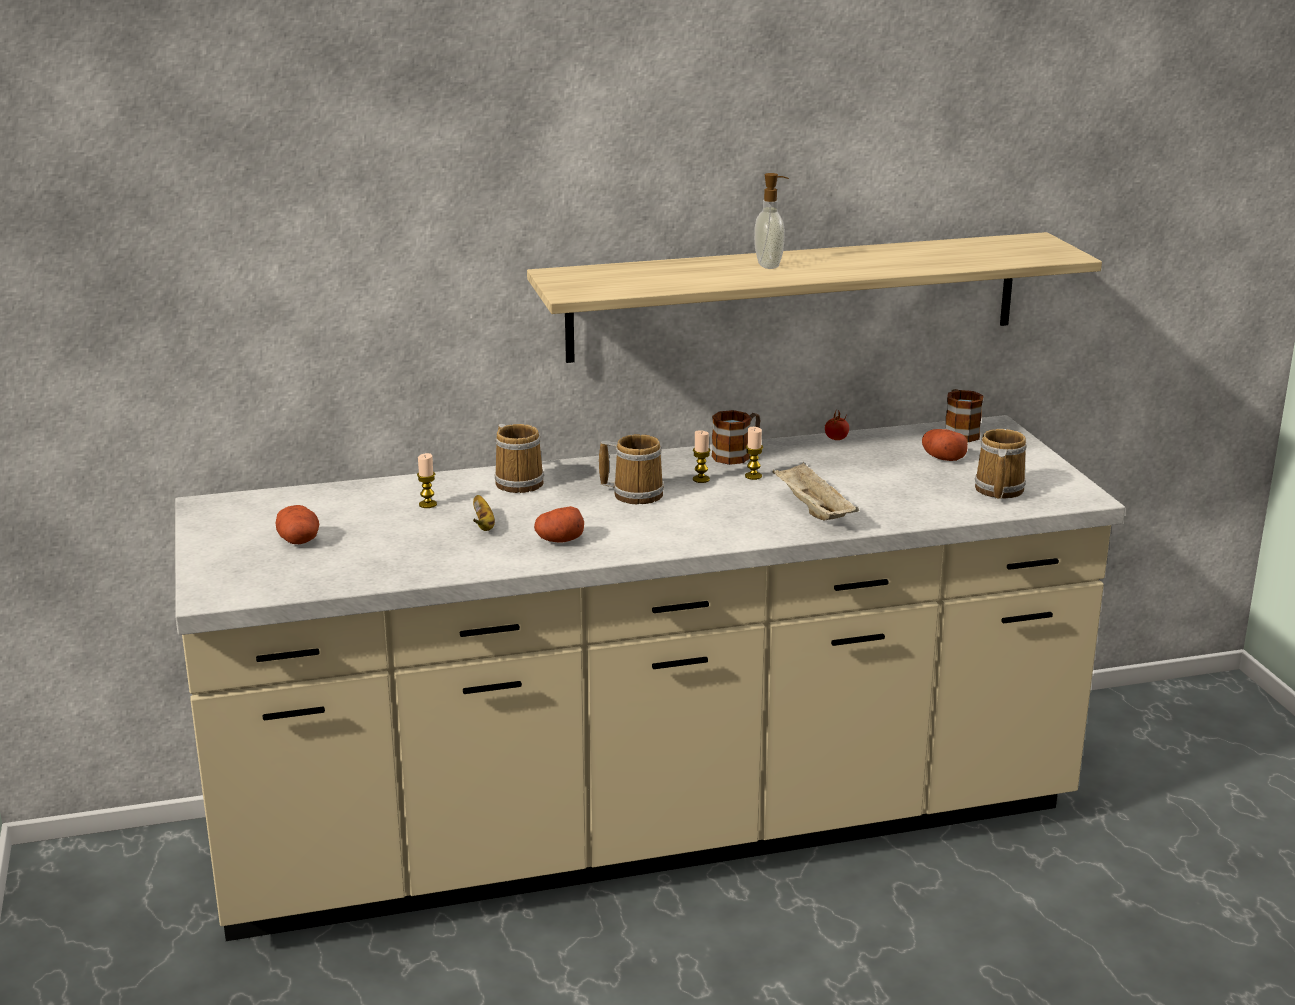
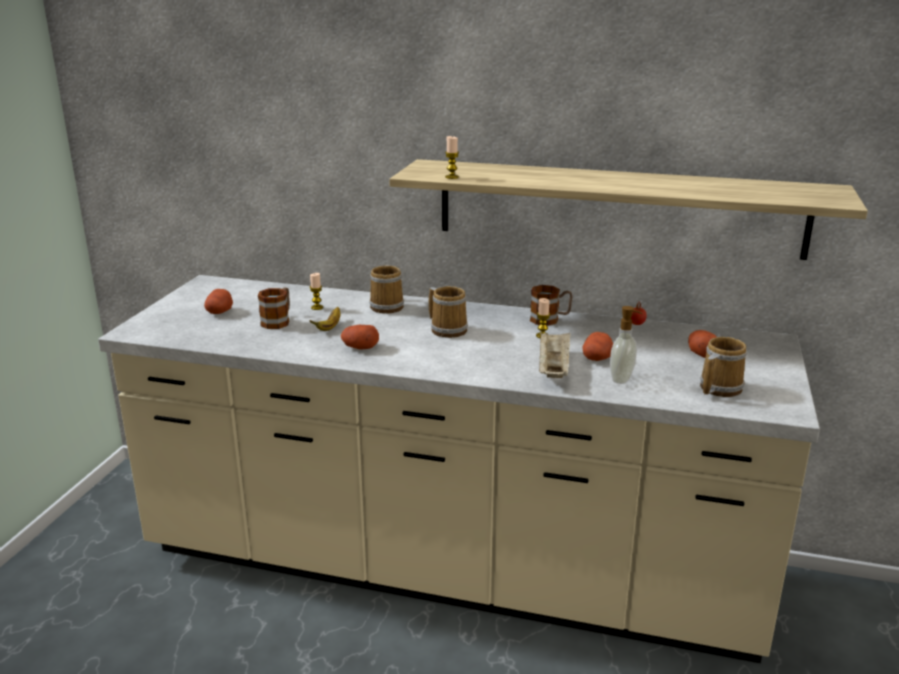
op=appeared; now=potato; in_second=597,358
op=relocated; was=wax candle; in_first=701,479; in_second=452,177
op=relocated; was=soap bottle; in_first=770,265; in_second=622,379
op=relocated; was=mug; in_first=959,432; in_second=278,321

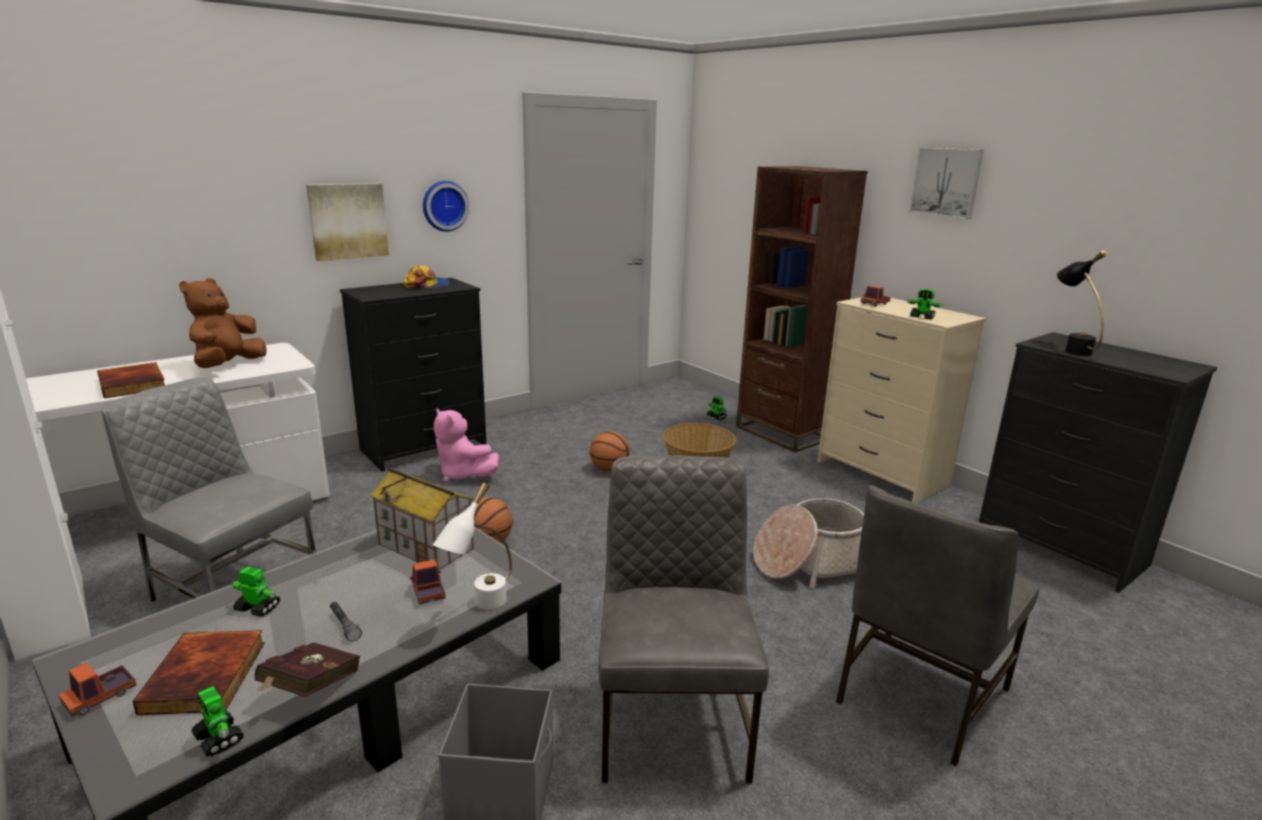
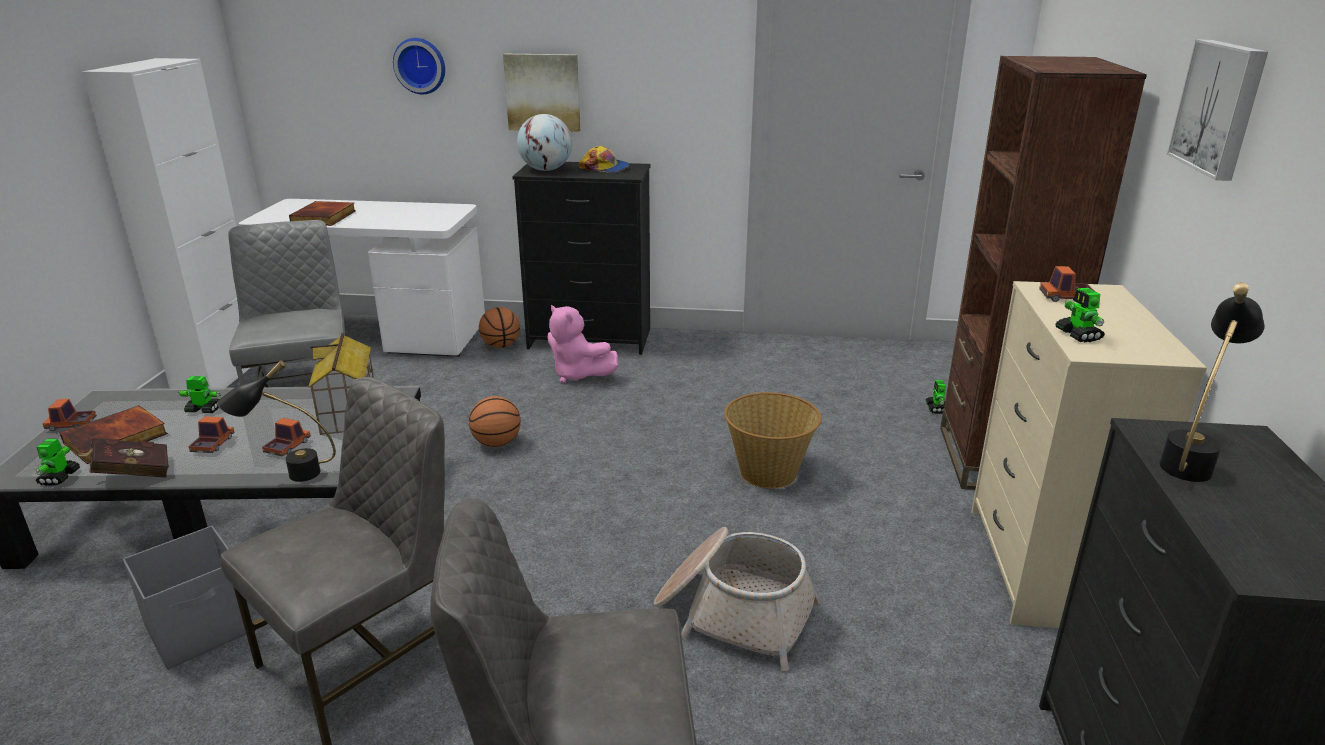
op=missing; was=plush toy (brown-coloured); in_first=228,366
op=appeared; now=globe; in_second=546,170
op=relocated; was=clock on the wall; in_first=444,206; in_second=420,65
op=relocated; was=basketball; in_first=609,469; in_second=501,346
op=exchanged; was=hand torch (greyish); now=toy truck; in_first=344,625; in_second=213,444
op=colour; was=tabletop lamp (white); now=tabletop lamp (black); in_first=480,608; in_second=289,475
op=spun; was=model robot; in_first=257,608; in_second=203,409; clockwise=-60
op=spun; was=plush toy (pink-coloured); in_first=463,474; in_second=578,375; clockwise=-45

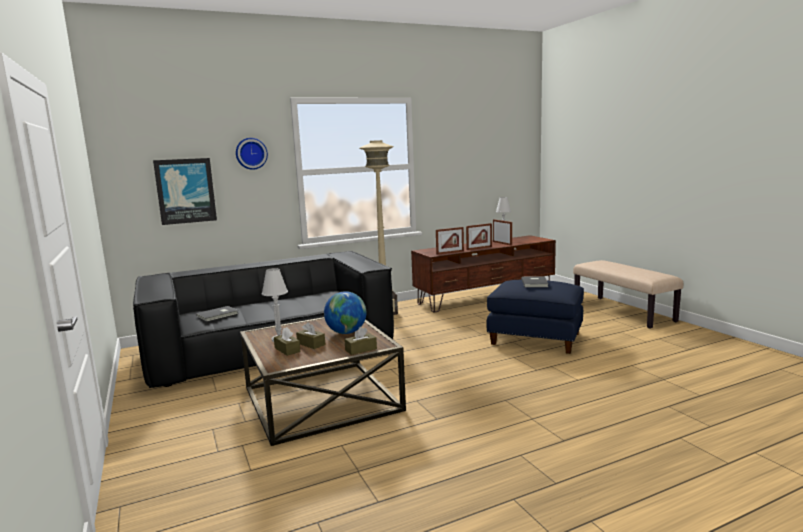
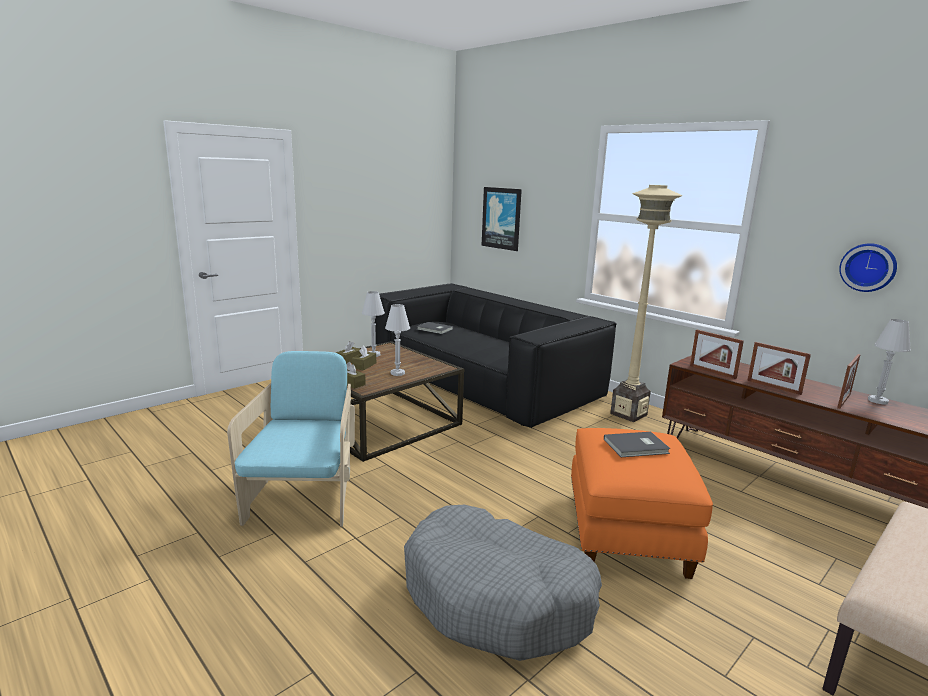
op=appeared; now=lounge chair (blue-green); in_second=304,497
op=appeared; now=pet bed (greyish); in_second=497,597
op=relocated; was=clock on the wall; in_first=251,153; in_second=868,267
op=exchanged; was=globe; now=tabletop lamp (white); in_first=346,332; in_second=397,373
op=colour; was=ottoman (blue); now=ottoman (orange); in_first=536,338; in_second=628,533

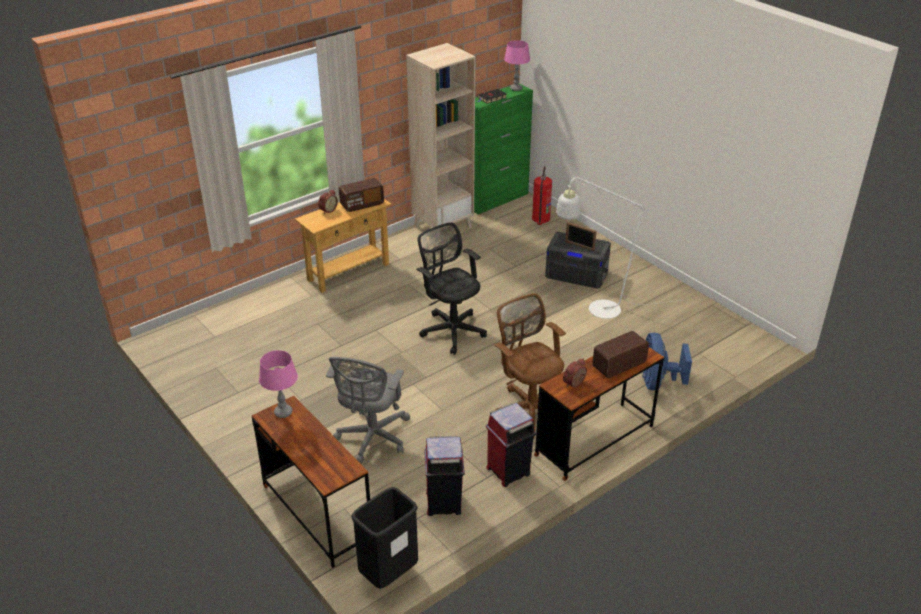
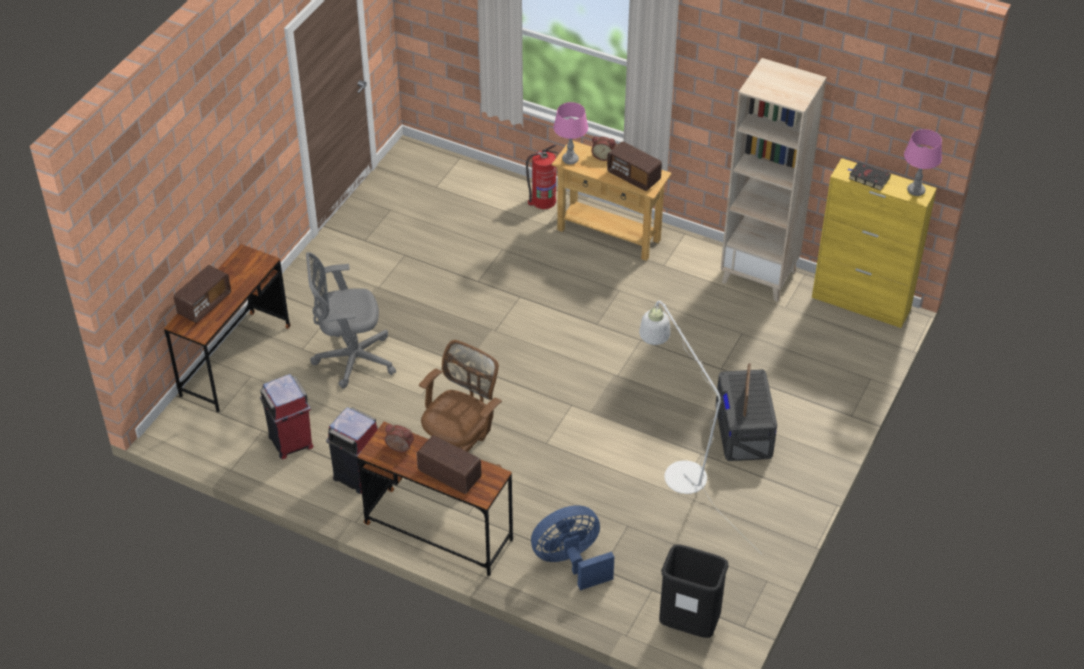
op=missing; was=office chair (black); in_first=451,329
op=appeared; now=radio receiver; in_second=204,304
op=relocated; was=tabletop lamp (pink-coloured); in_first=283,412; in_second=570,159
op=relocated; was=trash can (black); in_first=388,573; in_second=689,624
op=relocated; was=fire-fighting cylinder; in_first=540,219; in_second=543,201
op=colour; was=cabinet (green); now=cabinet (yellowish); in_first=497,200; in_second=861,303

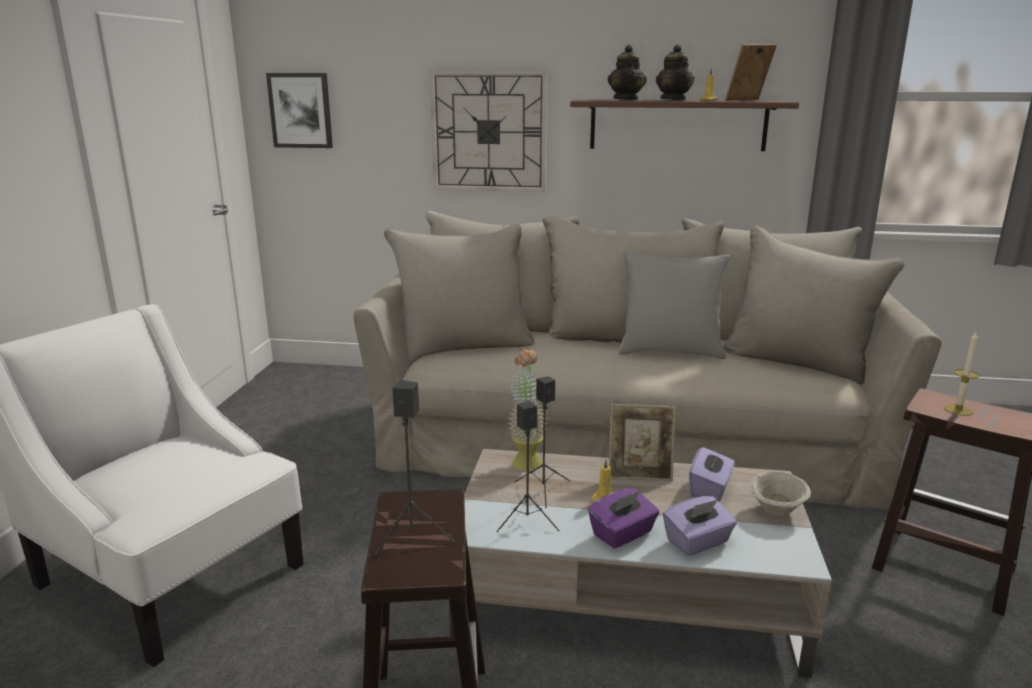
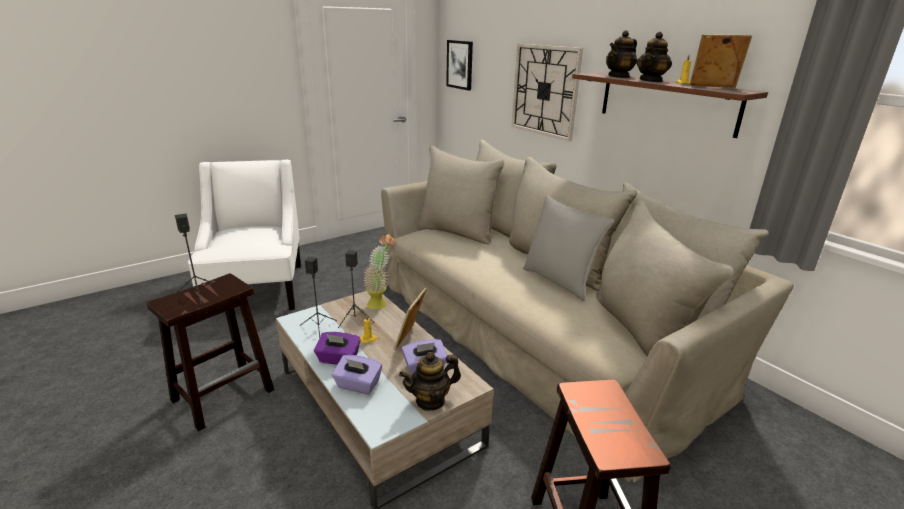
op=missing; was=wax candle; in_first=958,410
op=exchanged; was=serving bowl (sand-coloured); now=pot for tea; in_first=777,510; in_second=430,400
op=spun; was=picture frame; in_first=639,474; in_second=410,339; clockwise=60

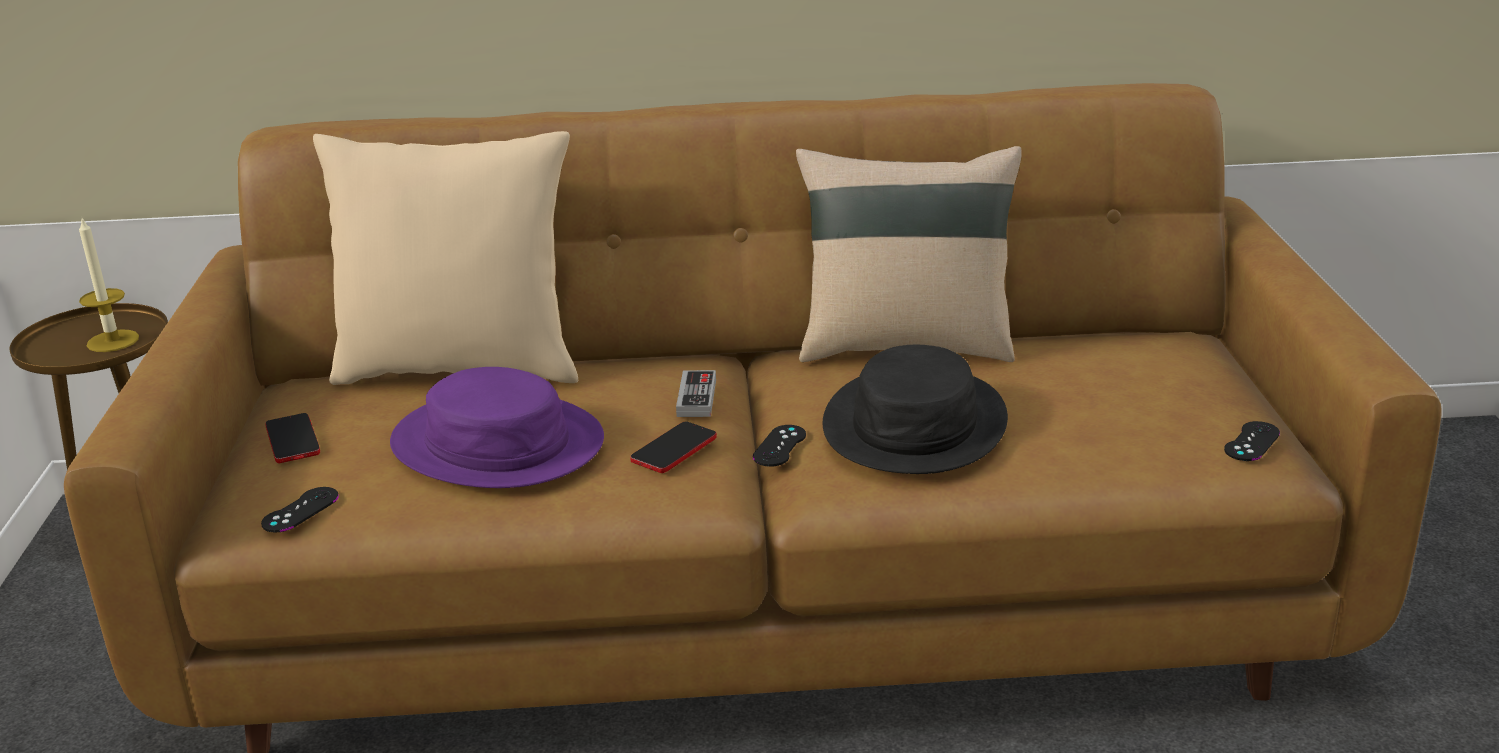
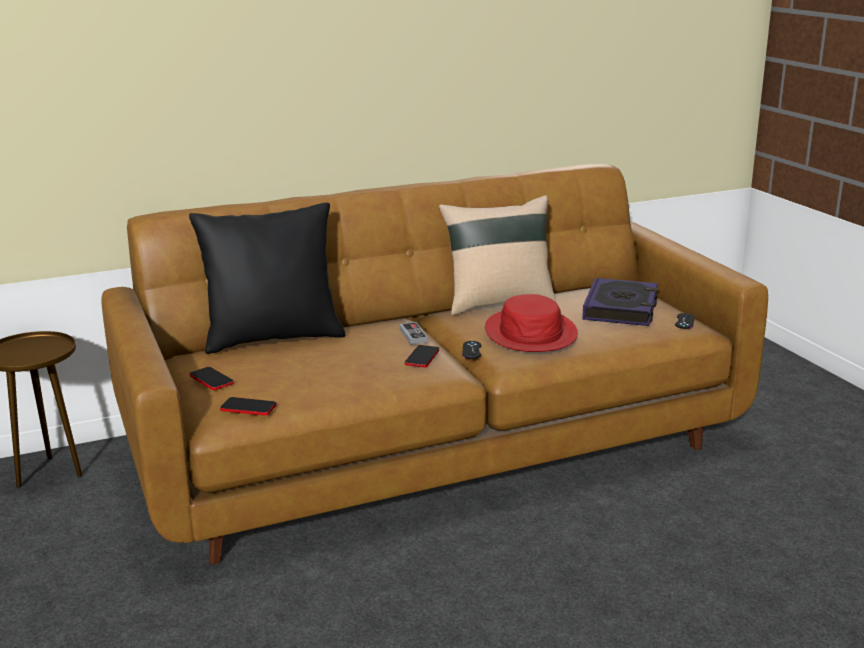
op=missing; was=wax candle; in_first=113,341
op=missing; was=hat (purple); in_first=498,443
op=appeared; now=book; in_second=621,309
op=exchanged; was=game controller (black); now=telephone; in_first=300,510; in_second=248,407
op=colour; was=pillow (sand-coloured); now=pillow (black); in_first=461,368; in_second=273,338
op=colour; was=hat (black); now=hat (reddish); in_first=915,424; in_second=531,333

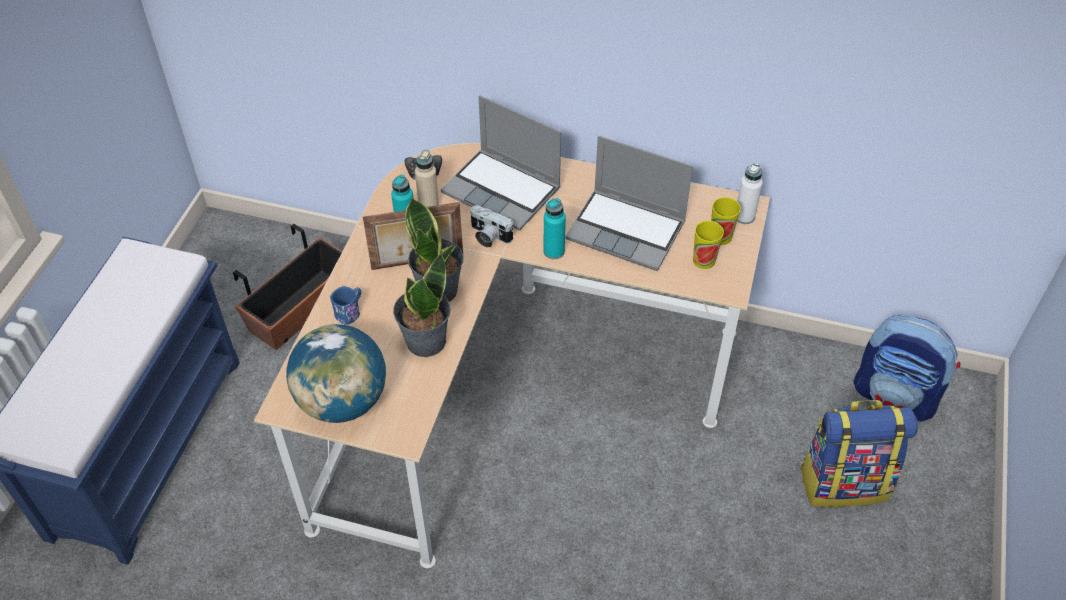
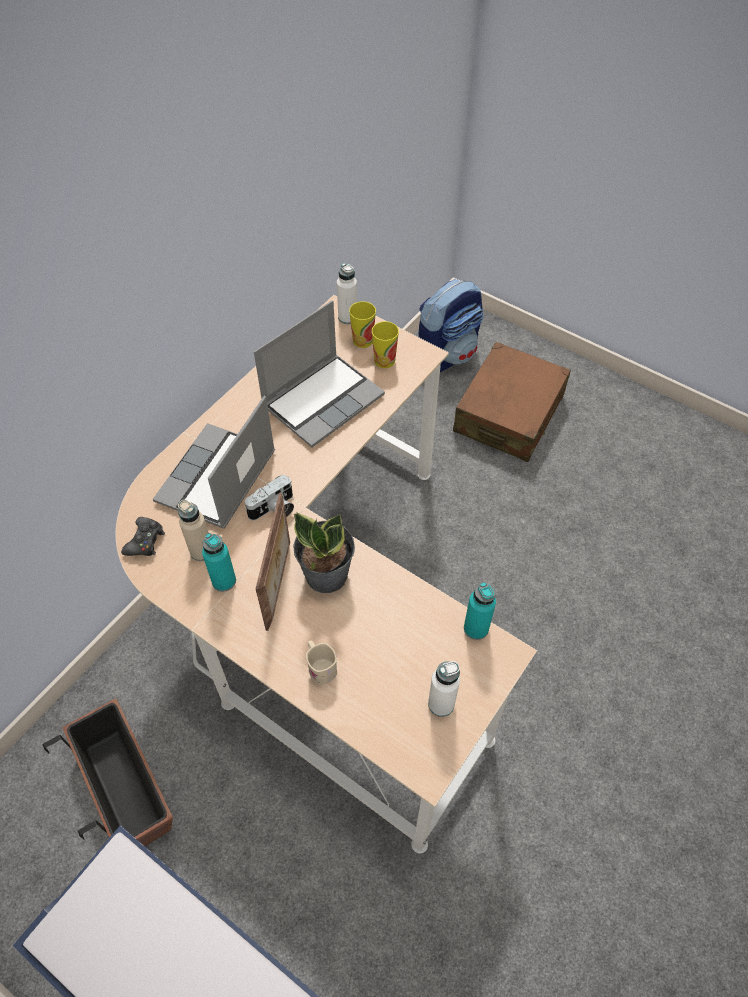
op=missing; was=potted plant; in_first=425,341
op=relocated; was=drink bottle (blue-green); in_first=554,251; in_second=476,628
op=exchanged; was=globe; now=drink bottle (white); in_first=343,401; in_second=441,704
op=exchanged; was=knapsack; now=suitcase (brown-coloured); in_first=844,482; in_second=509,414
op=colour; was=mug (blue); now=mug (sand-coloured); in_first=350,312; in_second=320,667
op=spun; was=laptop; in_first=503,191; in_second=217,479; clockwise=150

